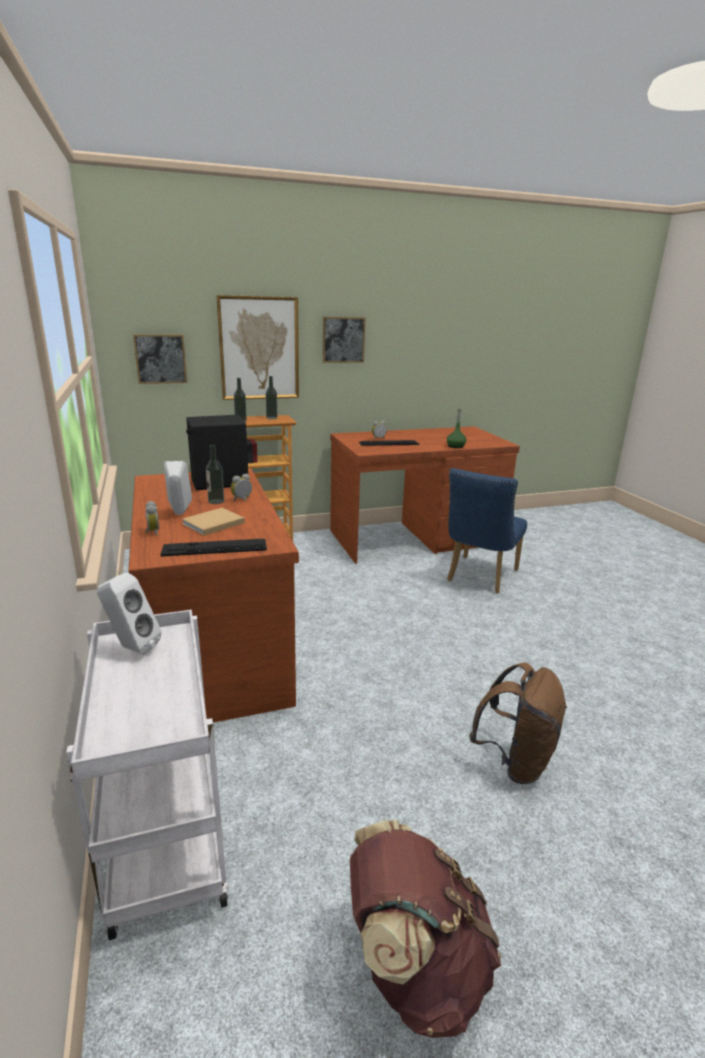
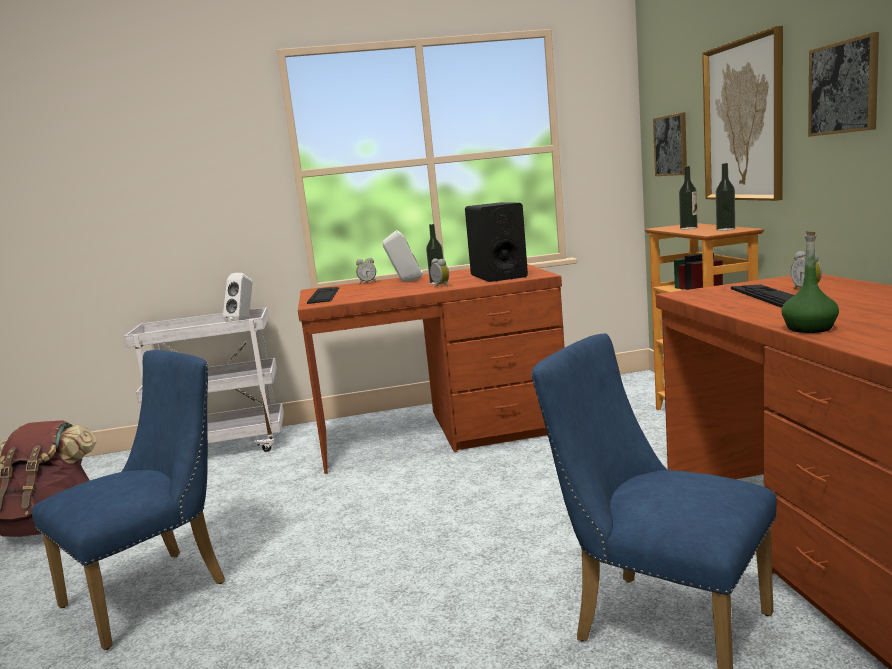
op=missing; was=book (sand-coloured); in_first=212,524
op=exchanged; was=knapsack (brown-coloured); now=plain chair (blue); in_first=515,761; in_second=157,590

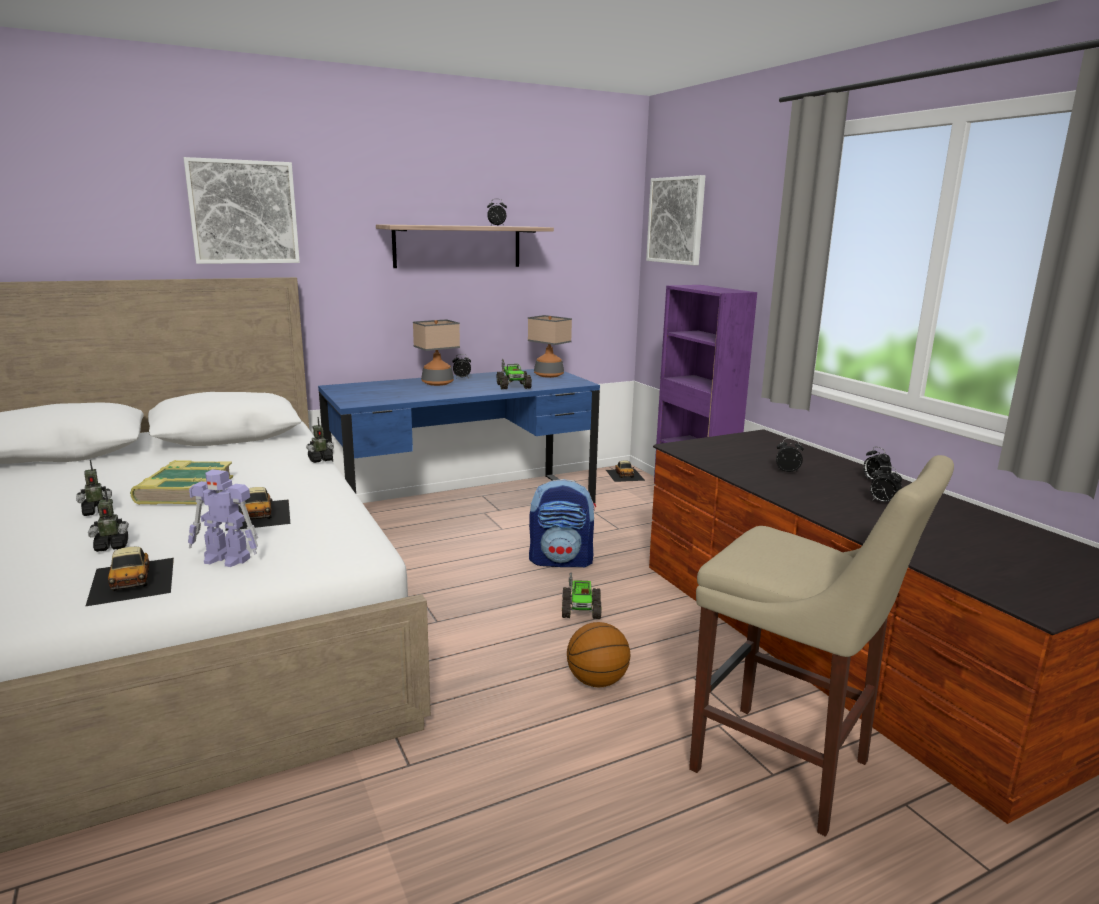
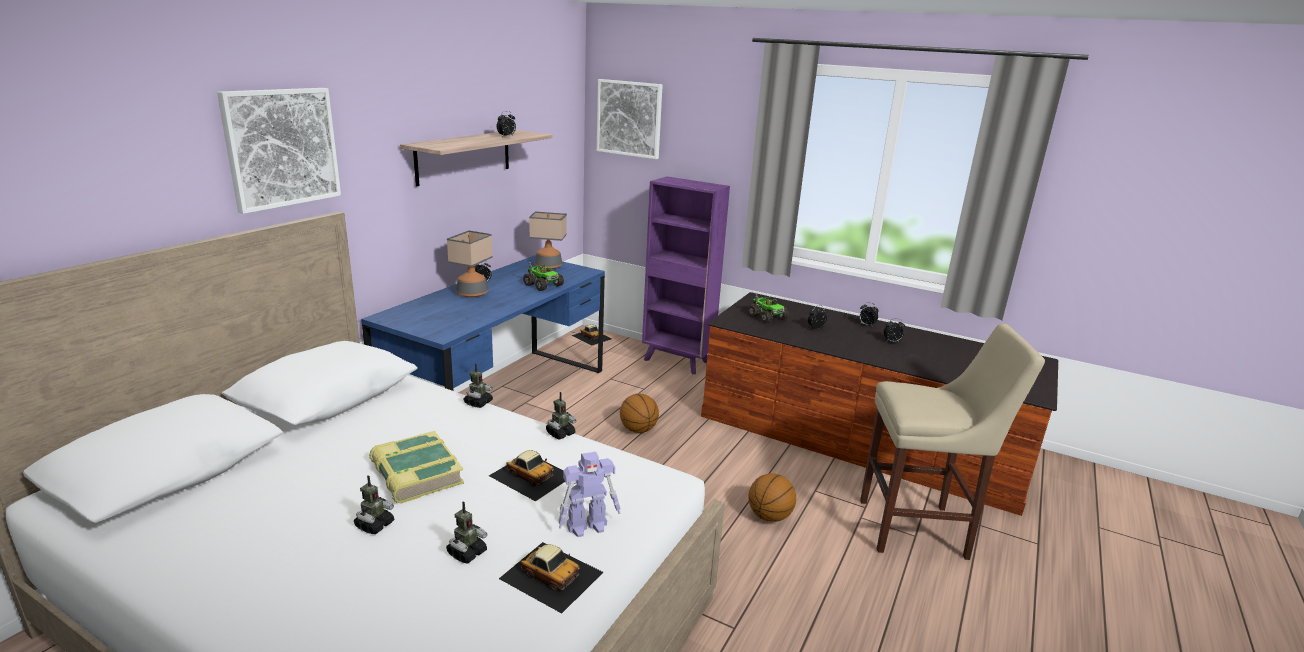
op=appeared; now=model robot; in_second=560,433
op=relocated; was=toy truck; in_first=581,610; in_second=767,317
op=exchanged; was=knapsack; now=basketball; in_first=561,561; in_second=638,430

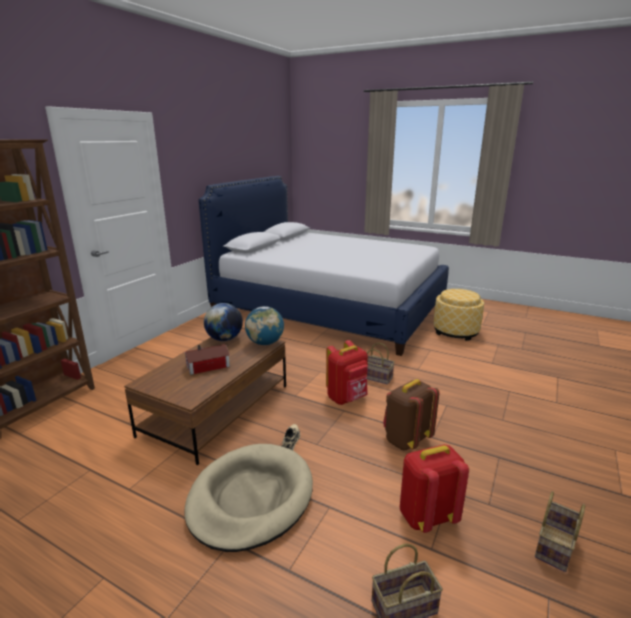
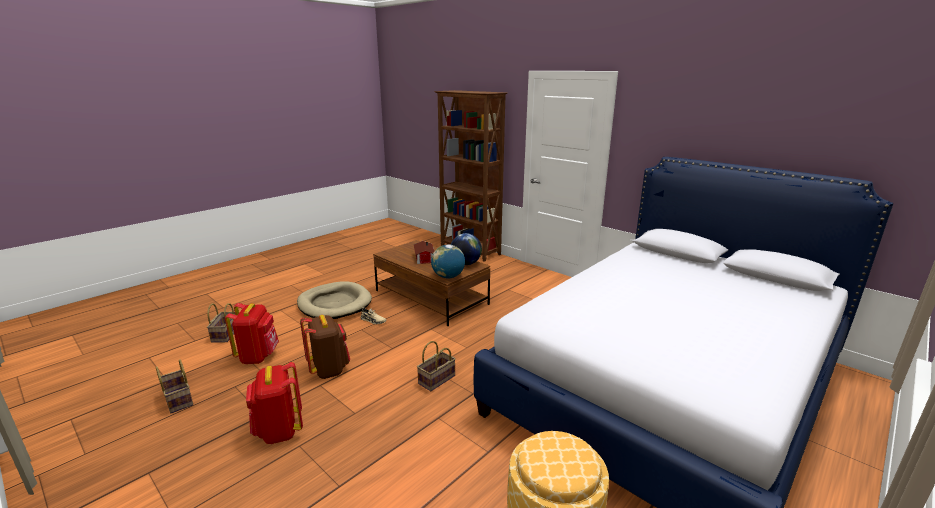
op=relocated; was=knapsack (reddish); in_first=347,398; in_second=279,431

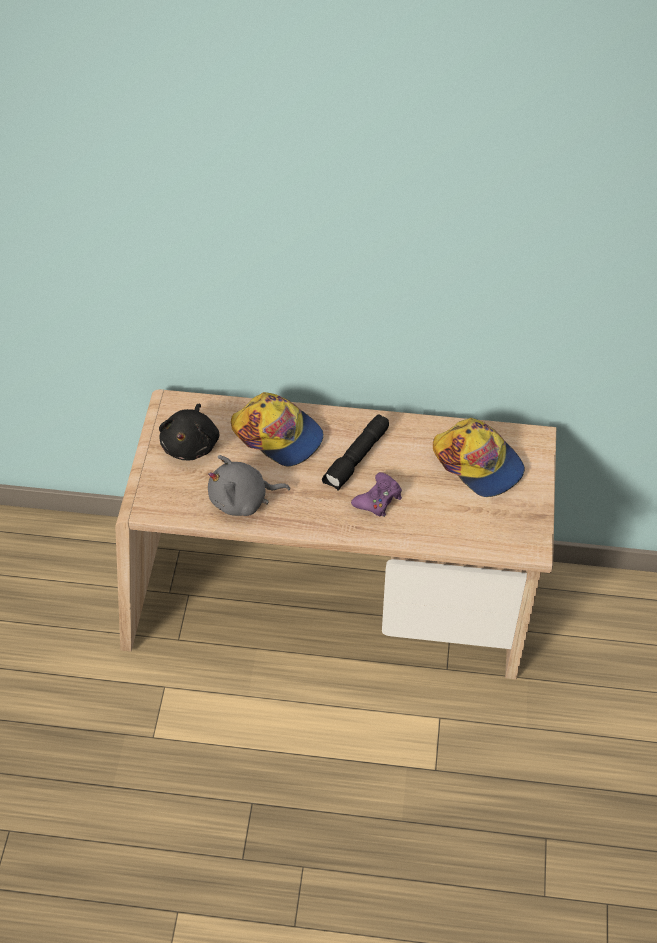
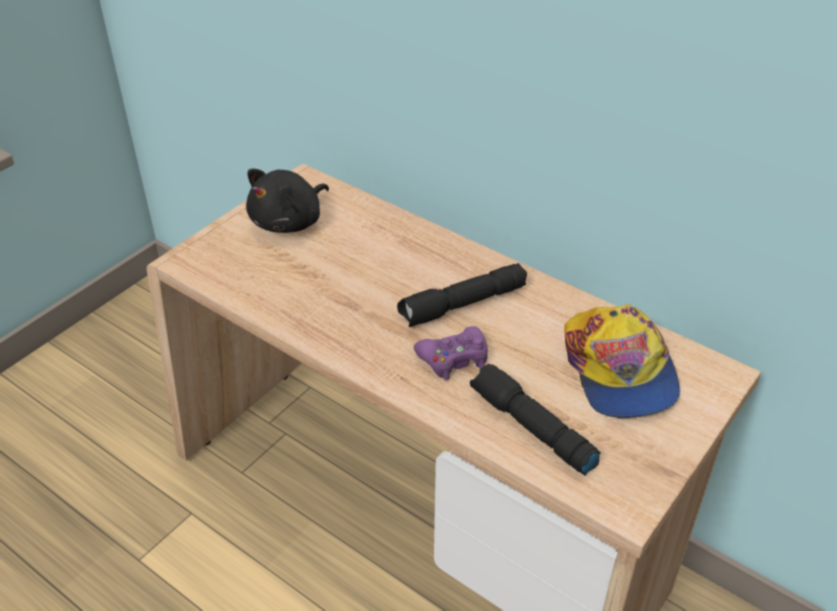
op=missing; was=plush toy (greyish); in_first=243,500
op=missing; was=baseball cap; in_first=278,435
op=appeared; now=hand torch (black); in_second=530,428

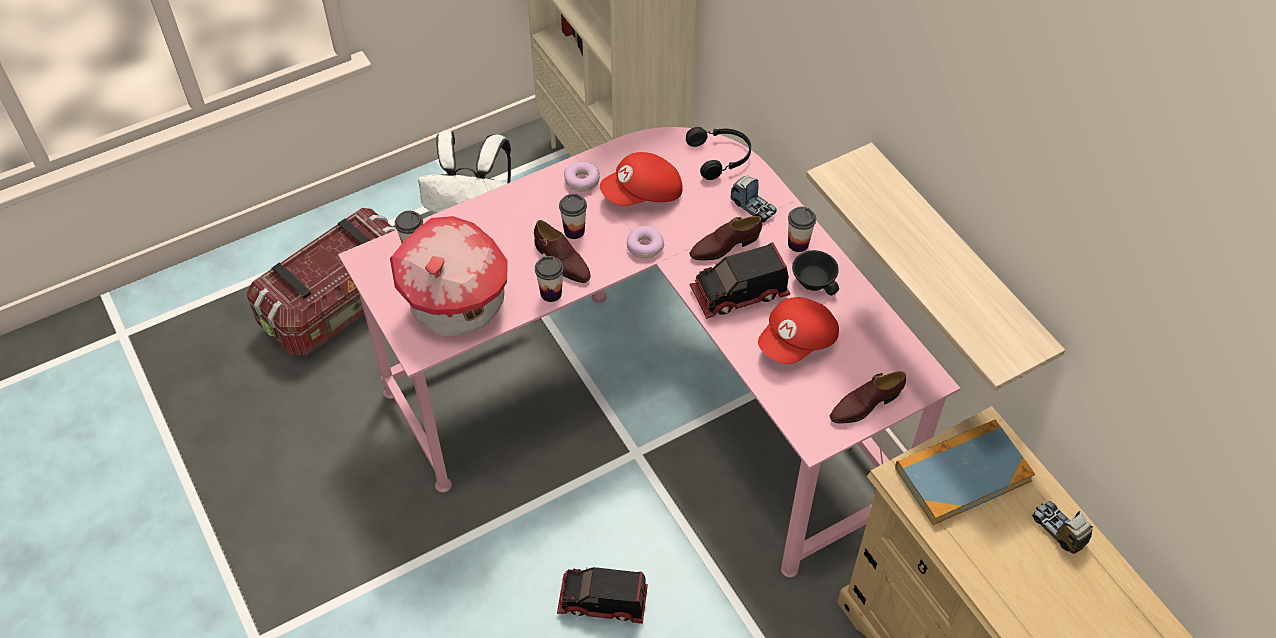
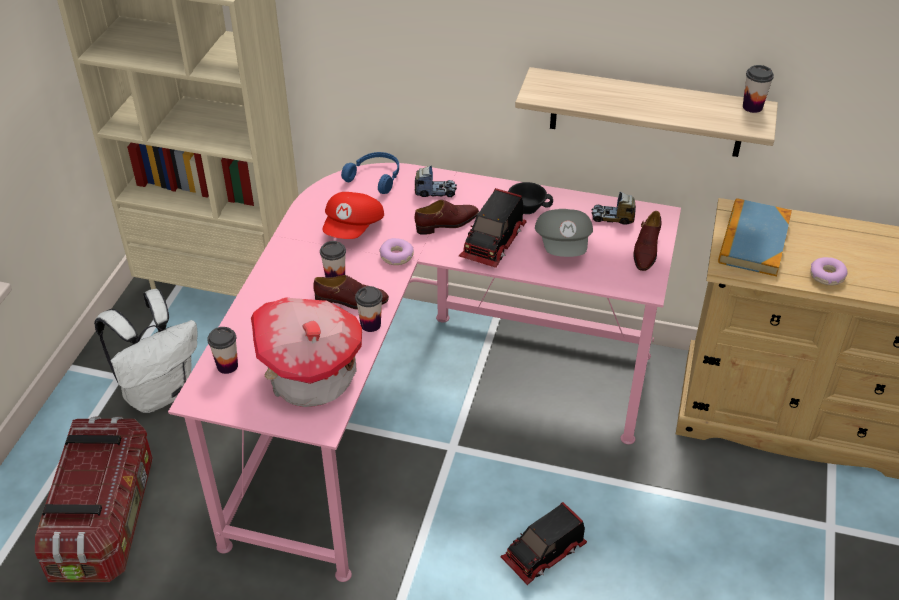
op=relocated; was=donut; in_first=582,181; in_second=827,276
op=relocated; was=cup; in_first=798,244; in_second=752,107
op=relocated; was=toy truck; in_first=1058,530; in_second=612,218
op=colour; was=headphones (black); now=headphones (blue); in_first=720,157; in_second=376,177
op=colour; was=baseball cap (reddish); now=baseball cap (greyish); in_first=798,342; in_second=564,245
op=spun; was=shoe (brown-coloured); in_first=724,246; in_second=447,223; clockwise=-135

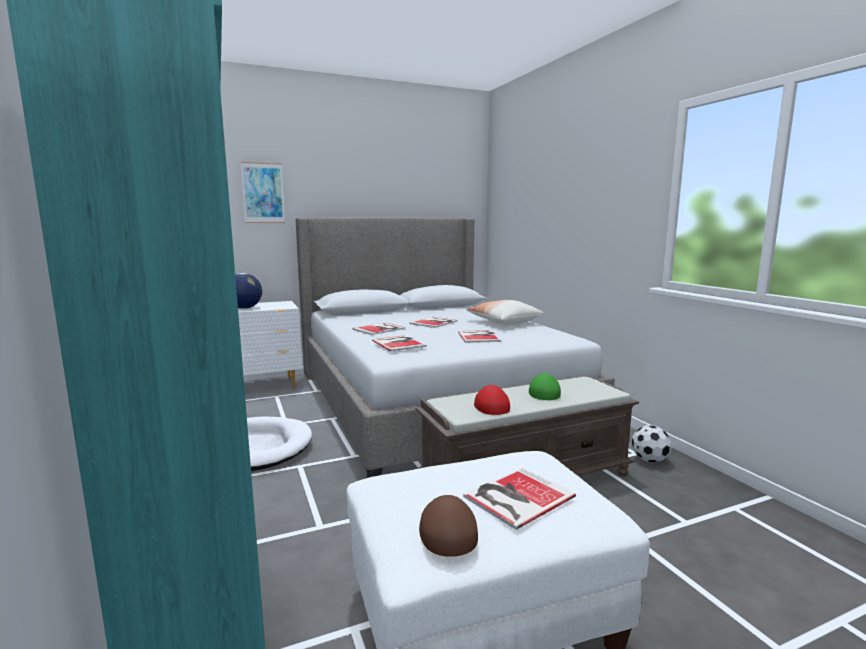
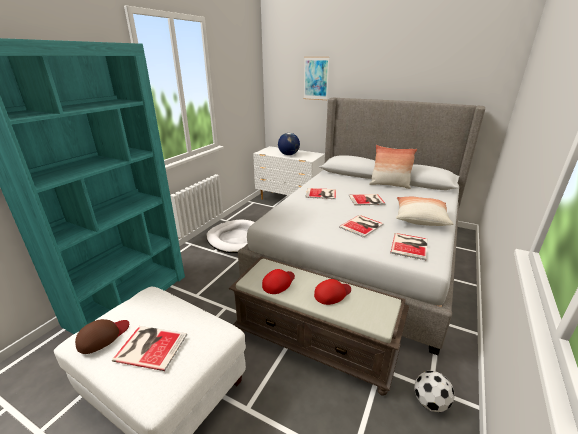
op=appeared; now=pillow; in_second=389,185
op=relocated; was=book; in_first=399,343; in_second=410,246
op=colour; was=baseball cap (green); now=baseball cap (reddish); in_first=544,392; in_second=332,293

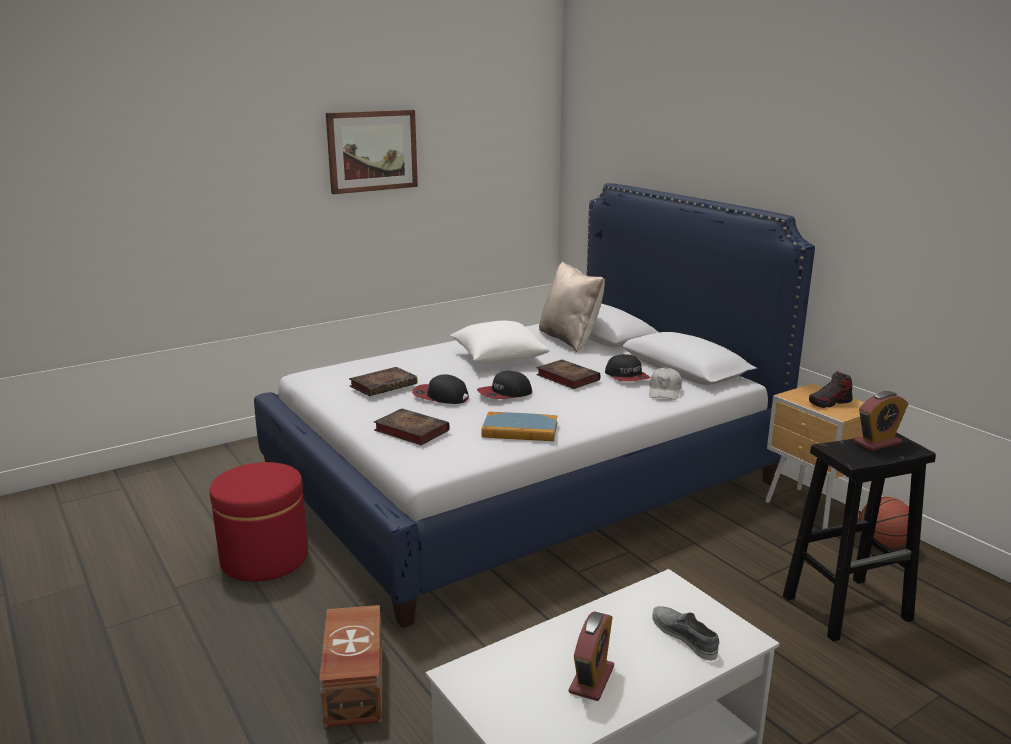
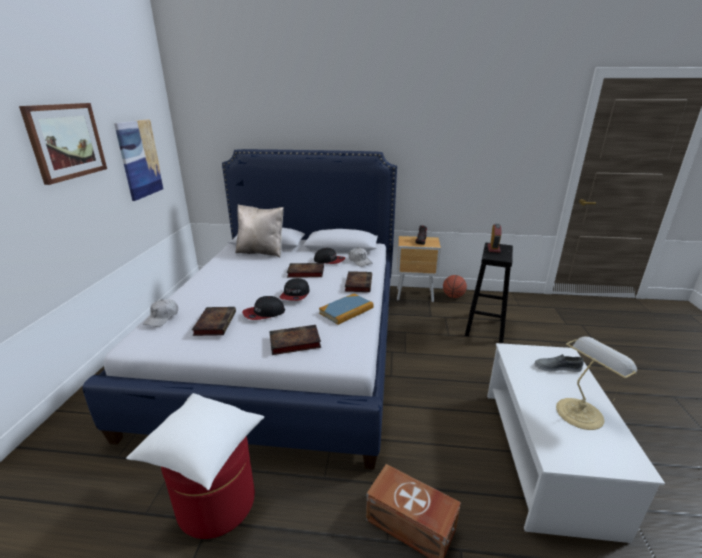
op=appeared; now=wall art; in_second=140,159
op=appeared; now=baseball cap (white); in_second=162,317
op=appeared; now=book; in_second=358,283
op=relocated; was=pillow (white); in_first=498,359; in_second=202,450
op=exchanged; was=table clock; now=tabletop lamp; in_first=591,679; in_second=580,412

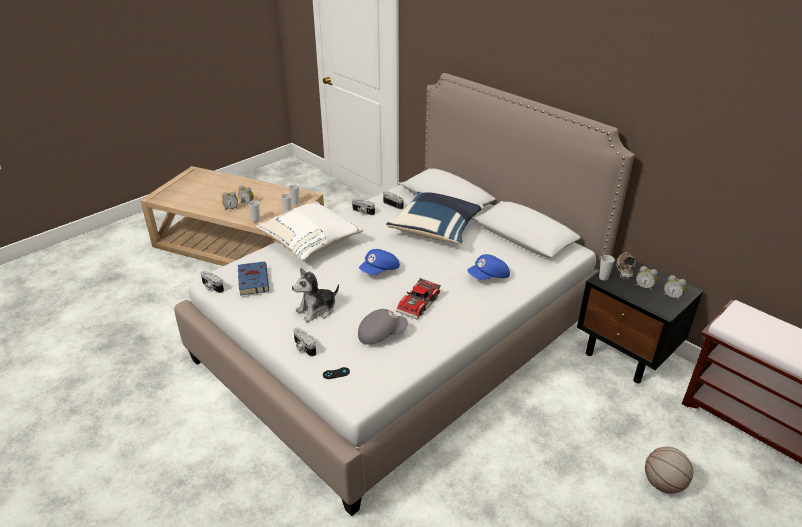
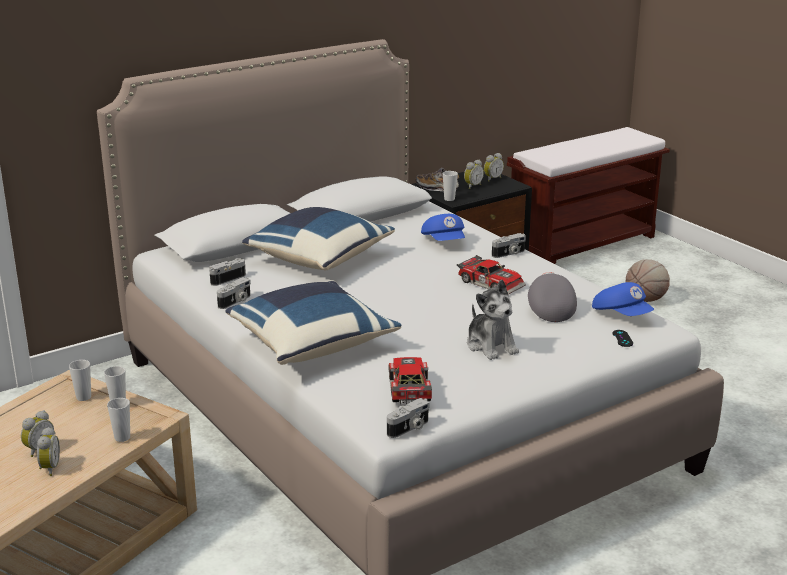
op=relocated; was=still camera; in_first=303,347; in_second=509,254
op=relocated; was=baseball cap (blue); in_first=380,271; in_second=622,315
op=exchanged; was=book (blue); now=miniature car; in_first=253,280; in_second=407,388
op=colour; was=pillow (white); now=pillow (blue); in_first=311,243; in_second=311,344

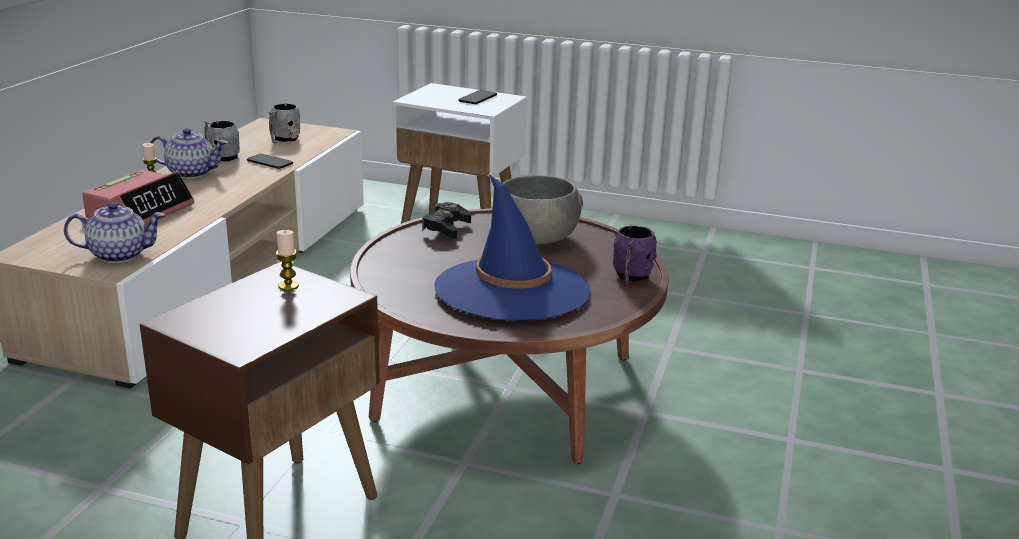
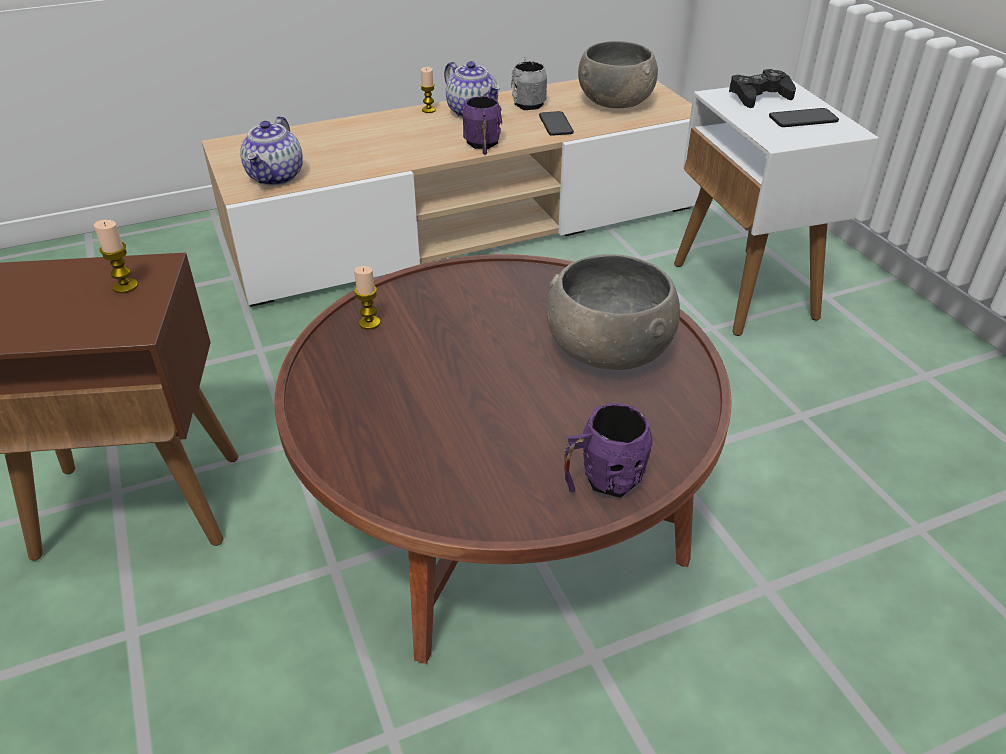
op=missing; was=table clock; in_first=141,211
op=missing; was=hat (blue); in_first=512,290
op=appeared; now=wax candle; in_second=369,323
op=appeared; now=mug (purple); in_second=482,145
op=relocated; was=game controller (black); in_first=446,227; in_second=759,96
op=exchanged; was=mug (greyish); now=serving bowl (greyish); in_first=283,139; in_second=615,102
op=spun; was=pot for tea; in_first=120,255; in_second=276,177; clockwise=60

